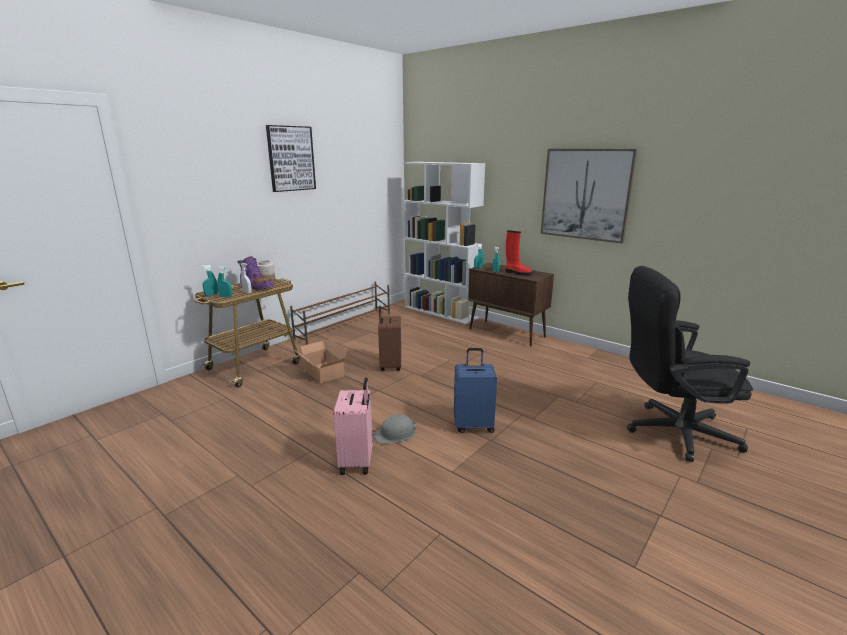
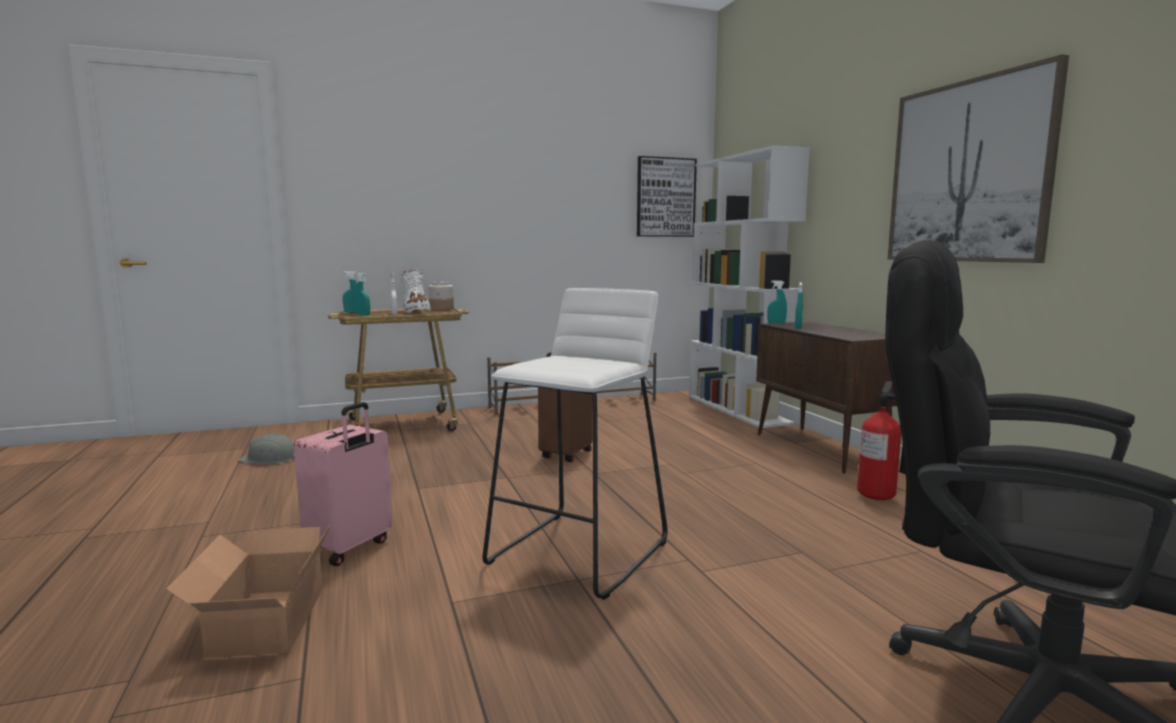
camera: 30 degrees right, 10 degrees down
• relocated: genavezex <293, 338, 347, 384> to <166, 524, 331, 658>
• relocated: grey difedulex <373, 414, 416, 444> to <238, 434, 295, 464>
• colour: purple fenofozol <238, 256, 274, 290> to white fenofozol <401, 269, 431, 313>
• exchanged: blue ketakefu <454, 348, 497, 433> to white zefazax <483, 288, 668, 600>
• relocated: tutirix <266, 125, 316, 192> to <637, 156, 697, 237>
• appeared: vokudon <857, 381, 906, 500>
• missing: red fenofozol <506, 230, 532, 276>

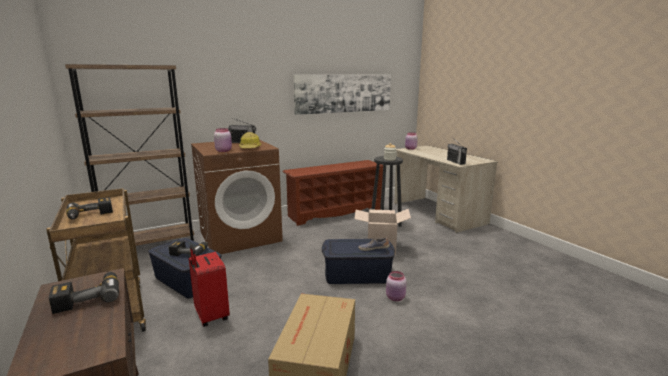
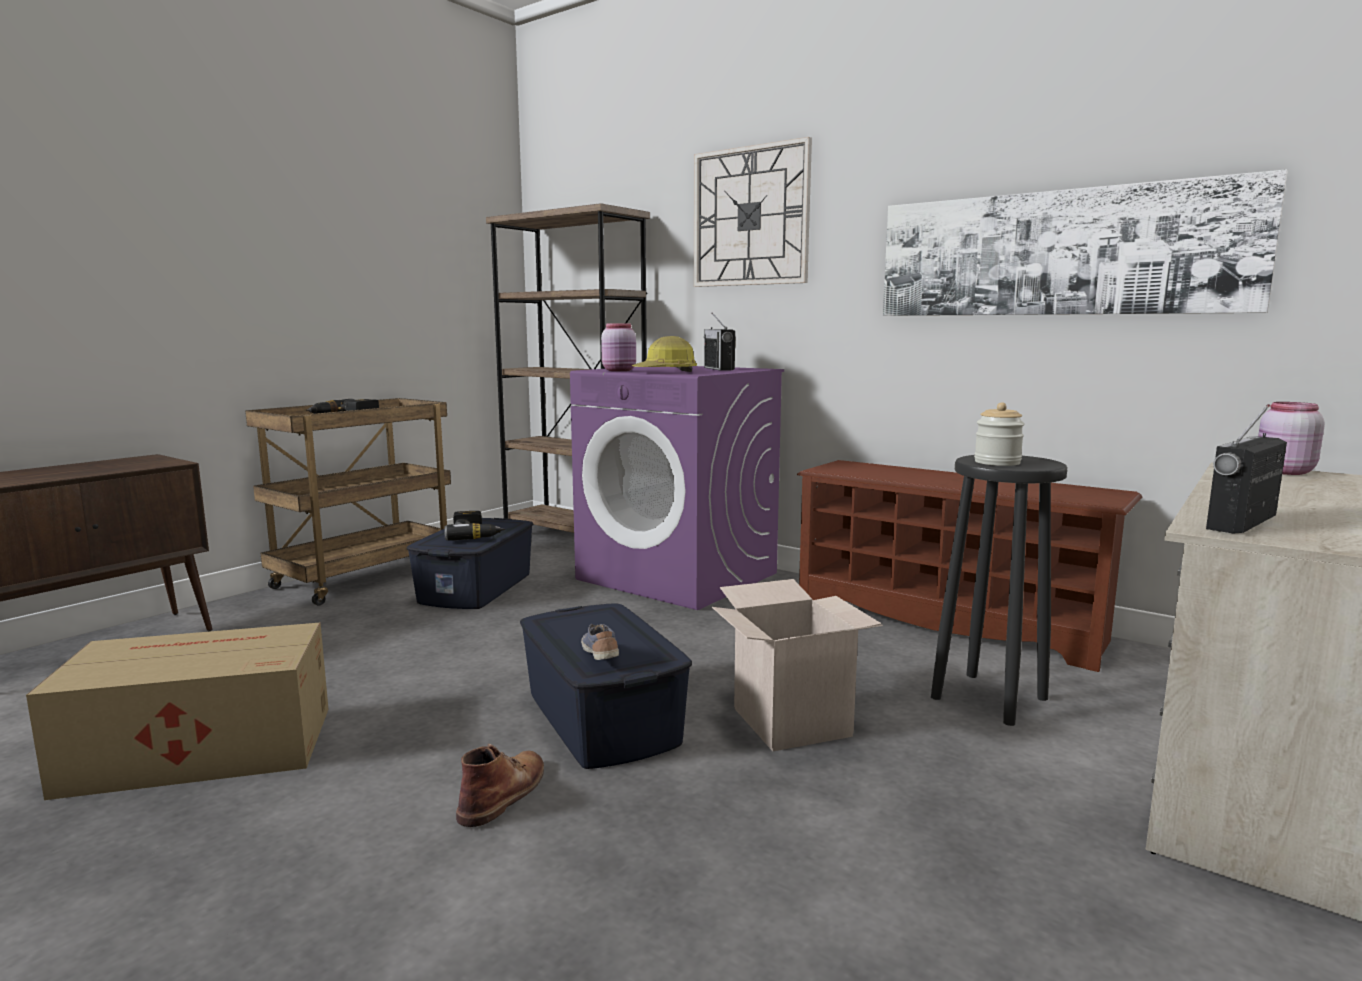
camera: 65 degrees right, 5 degrees down
• exchanged: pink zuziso <386, 271, 407, 301> to brown fenofozol <456, 744, 544, 827>
• colour: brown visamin <191, 140, 283, 254> to purple visamin <570, 366, 784, 610>
• appeared: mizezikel <694, 137, 812, 287>
• missing: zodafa <49, 272, 119, 314>
• missing: red ketakefu <189, 245, 230, 327>

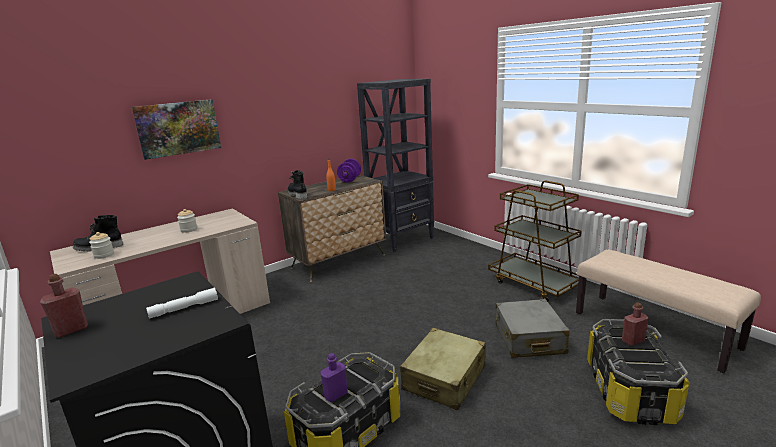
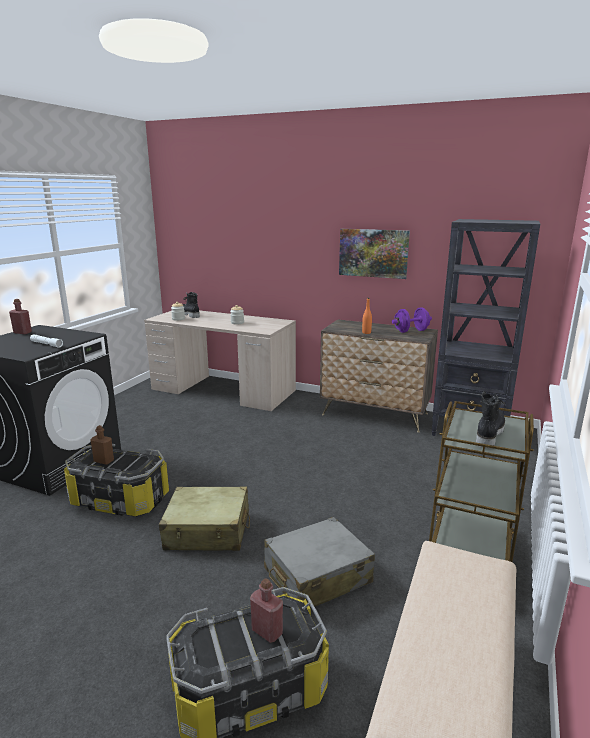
camera: 60 degrees right, 0 degrees up
• colour: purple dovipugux <320, 353, 348, 402> to brown dovipugux <90, 425, 114, 465>
• relocated: tutirix <132, 99, 221, 160> to <339, 229, 410, 279>
• relocated: black fenofozol <288, 170, 307, 199> to <476, 391, 505, 449>

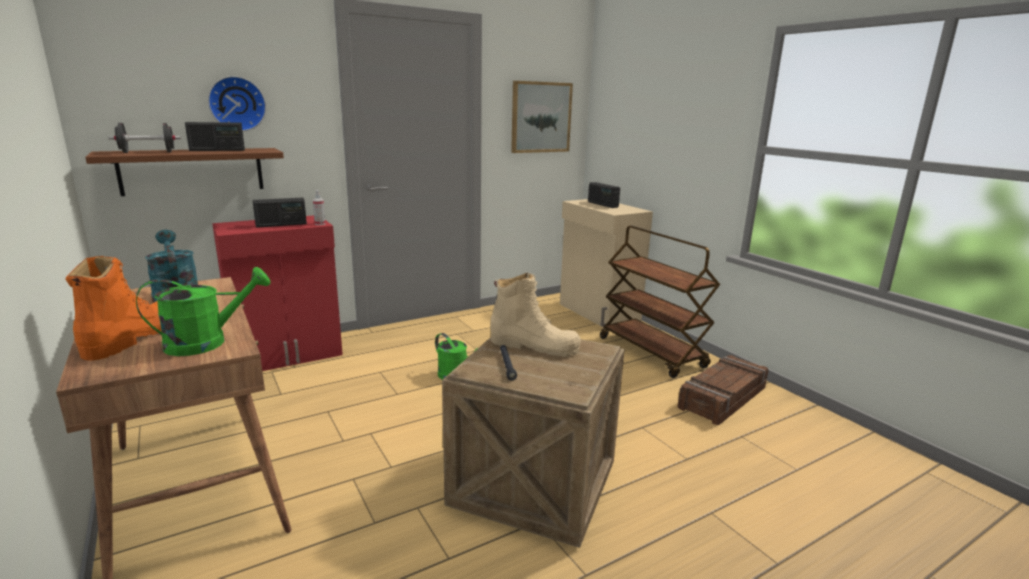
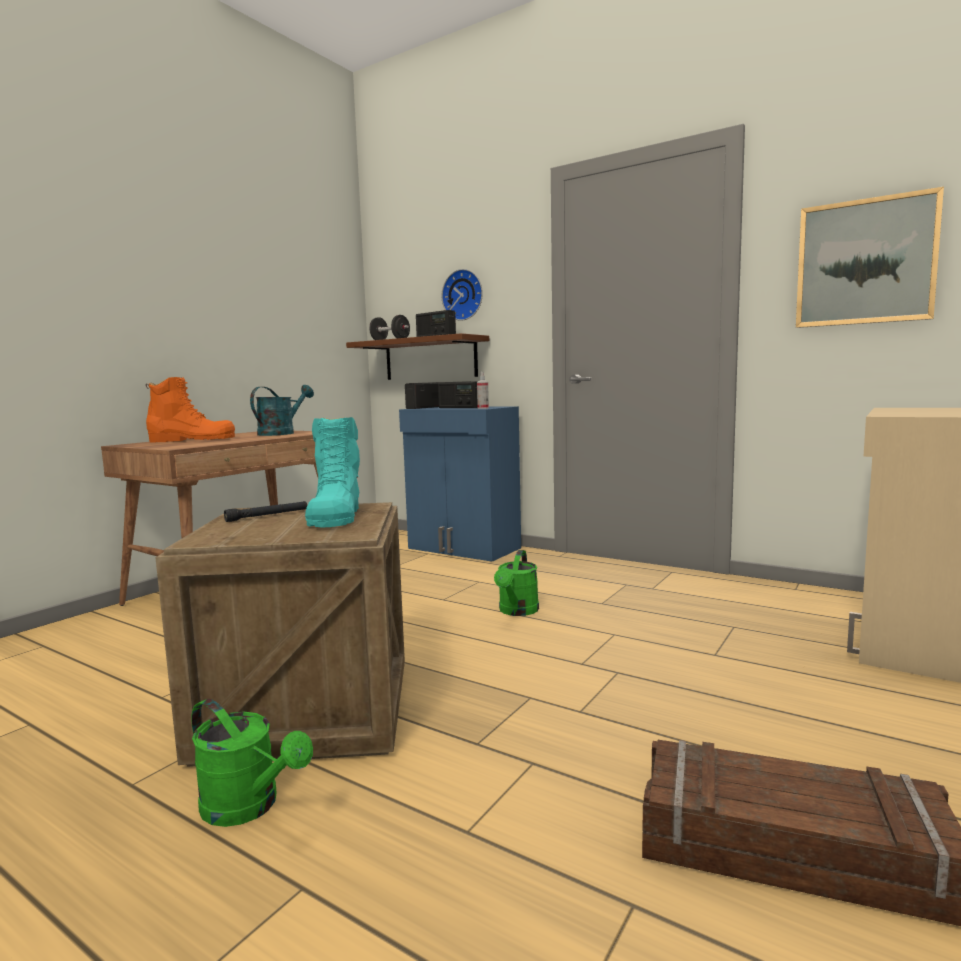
camera: 65 degrees right, 10 degrees down
• relocated: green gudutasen <136, 267, 270, 356> to <191, 699, 313, 827>
• colour: beige fenofozol <491, 273, 581, 357> to turquoise fenofozol <305, 417, 360, 528>
• colour: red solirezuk <212, 215, 343, 371> to blue solirezuk <399, 406, 521, 562>
• relocated: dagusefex <588, 182, 620, 208> to <405, 382, 439, 409>
• missing: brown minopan <600, 226, 720, 378>

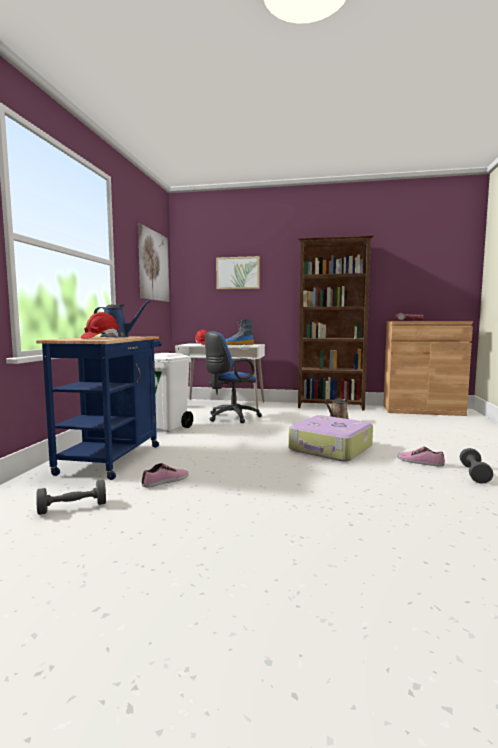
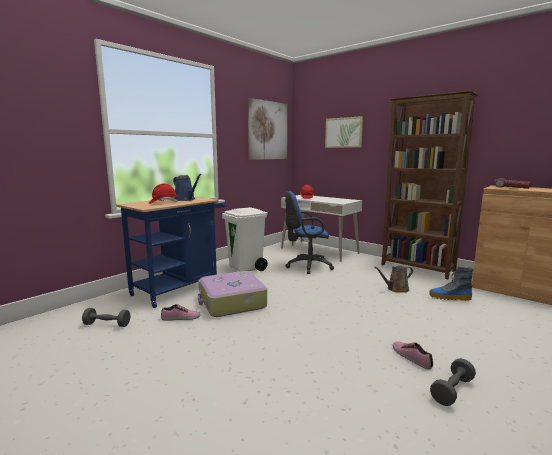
camera: 30 degrees right, 5 degrees up
• relocated: ketakefu <289, 415, 373, 462> to <198, 271, 267, 317>
• relocated: fenofozol <225, 319, 254, 345> to <429, 267, 474, 301>

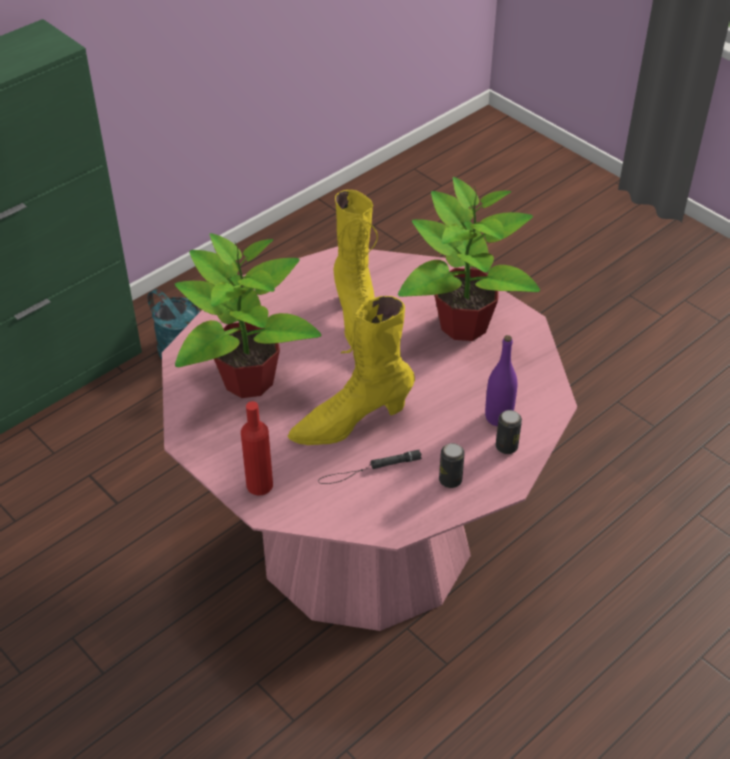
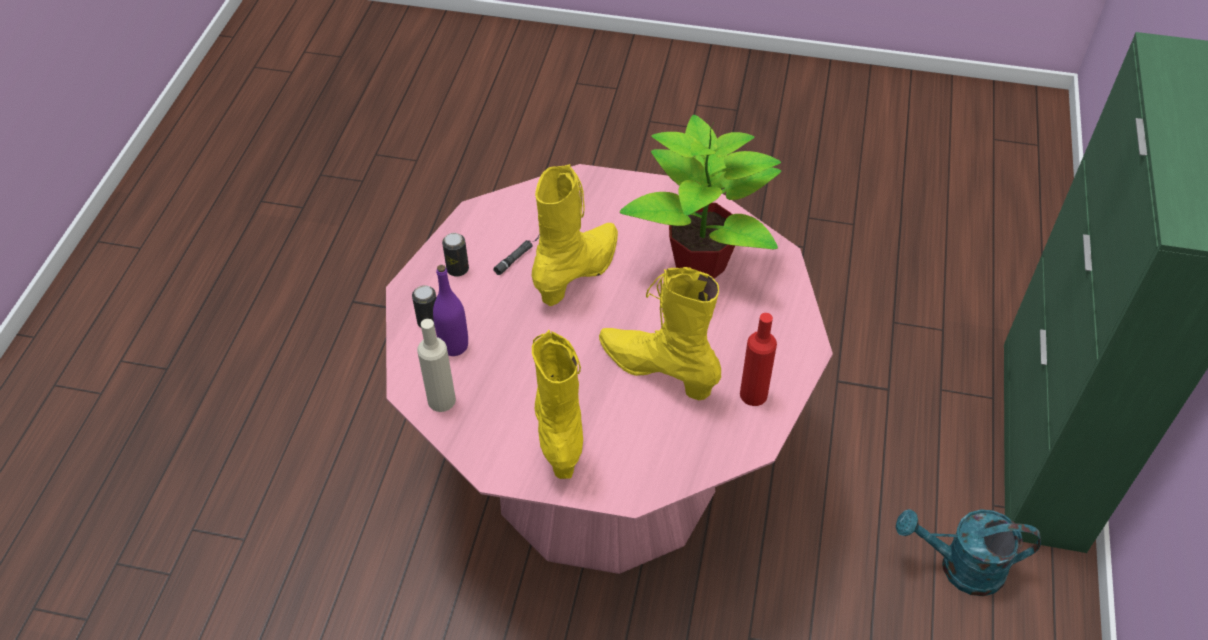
camera: 145 degrees right, 5 degrees up
• appeared: beige dovipugux <417, 319, 456, 412>
• exchanged: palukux <398, 177, 540, 341> to yellow fenofozol <532, 330, 583, 479>
• relocated: red dovipugux <241, 401, 273, 495> to <740, 313, 777, 406>

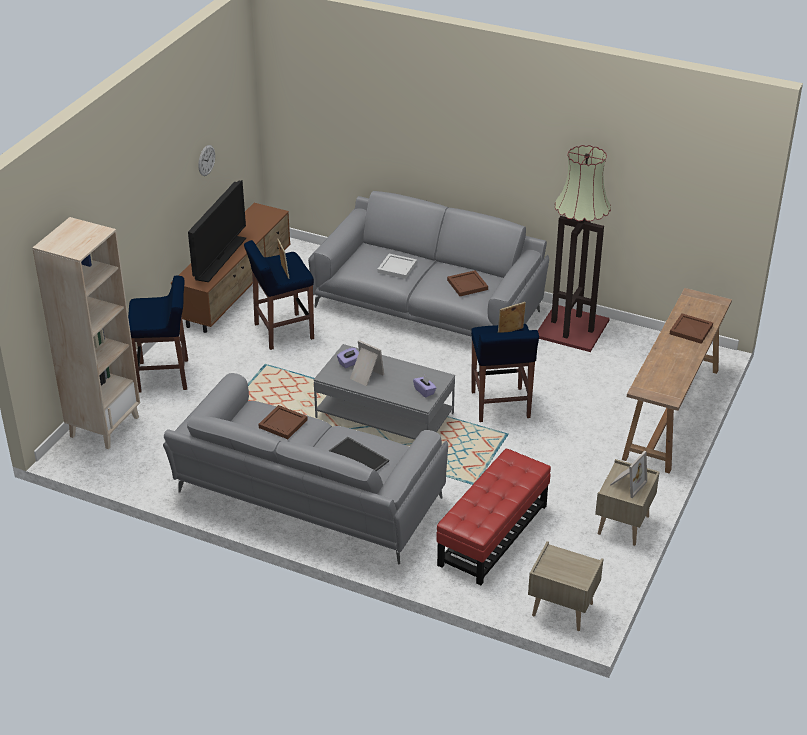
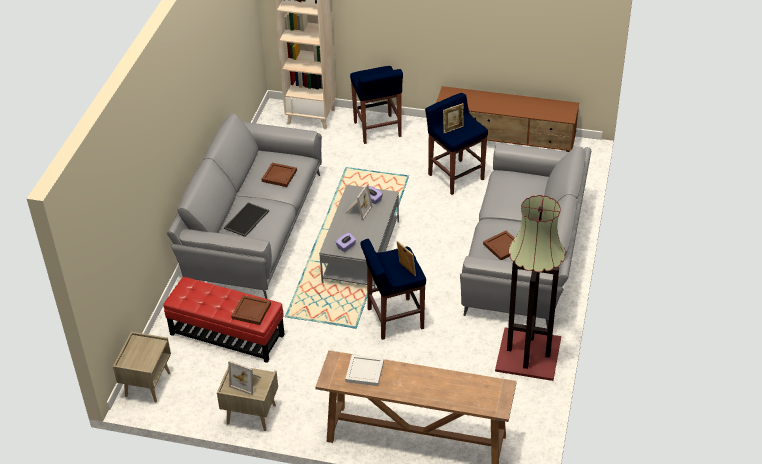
camera: 80 degrees right, 5 degrees up
• relocated: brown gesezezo <670, 314, 713, 344> to <231, 295, 271, 325>
• relocated: white gesezezo <377, 254, 417, 279> to <345, 355, 384, 386>
• missing: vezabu <188, 180, 246, 282>
• missing: mizezikel <198, 145, 215, 176>

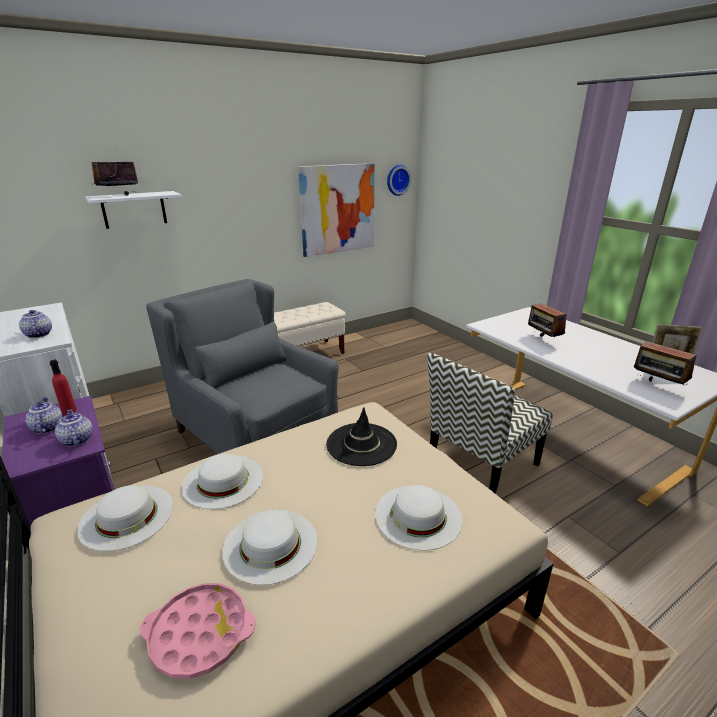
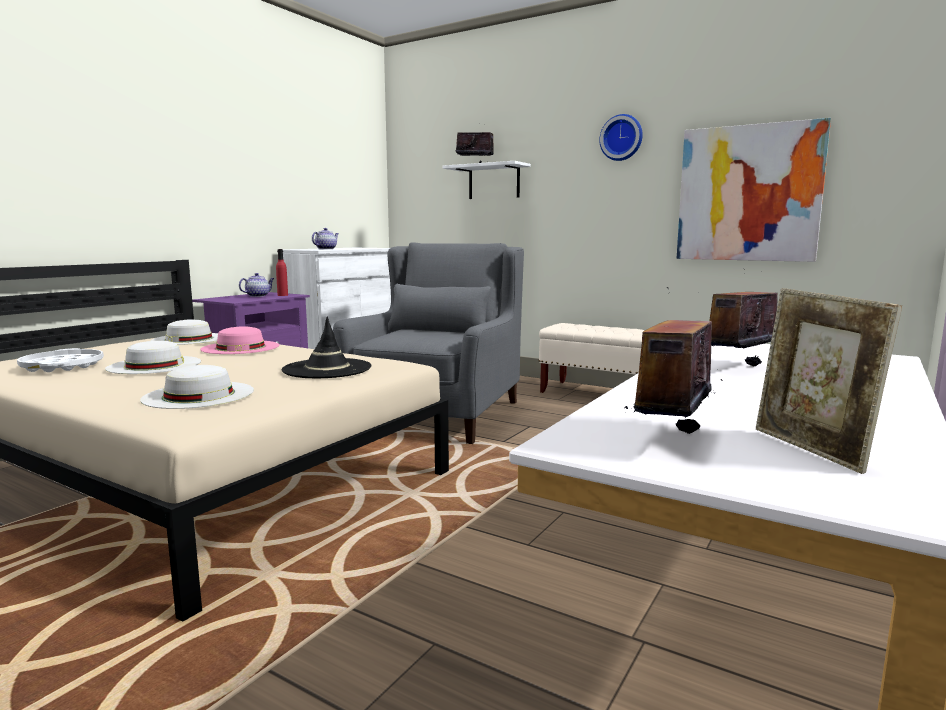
camera: 65 degrees right, 15 degrees down
• colour: pink gesezezo <139, 583, 256, 679> to white gesezezo <17, 348, 104, 372>
• colour: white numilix <182, 453, 263, 509> to pink numilix <200, 327, 280, 354>
• relocated: mizezikel <387, 165, 411, 196> to <599, 114, 643, 161>
• missing: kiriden <55, 409, 93, 447>
• missing: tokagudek <427, 353, 553, 494>

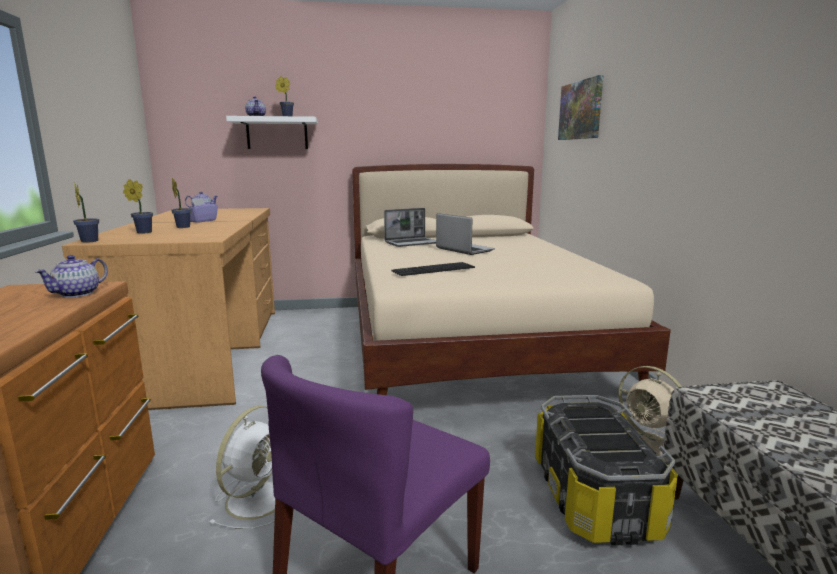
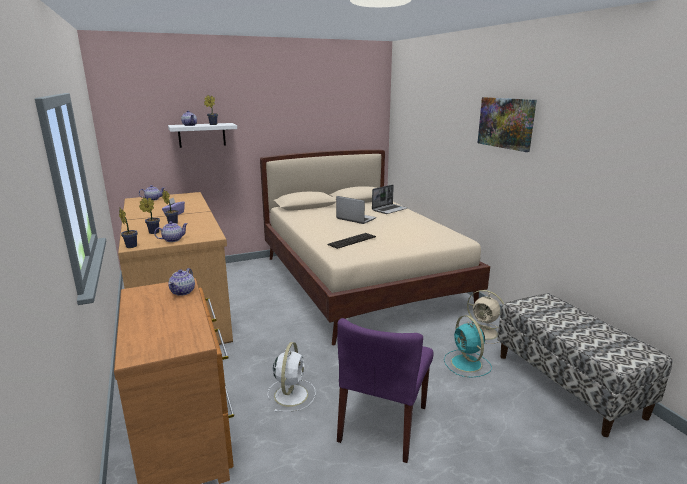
camera: 15 degrees left, 5 degrees up
• appeared: kiriden <154, 221, 188, 242>
• relocated: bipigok <384, 208, 436, 247> to <372, 185, 408, 214>
• exchanged: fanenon <535, 395, 678, 545> to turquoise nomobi <444, 315, 492, 378>
• relocated: tutirix <558, 75, 603, 140> to <478, 97, 537, 152>

